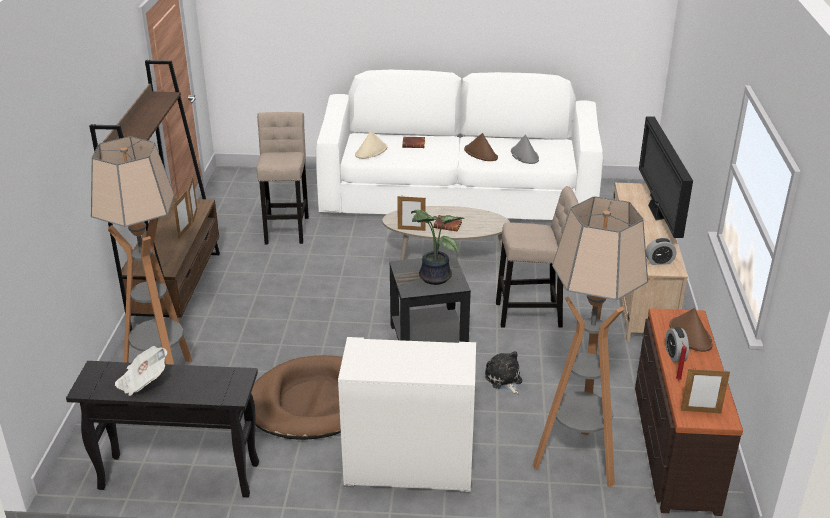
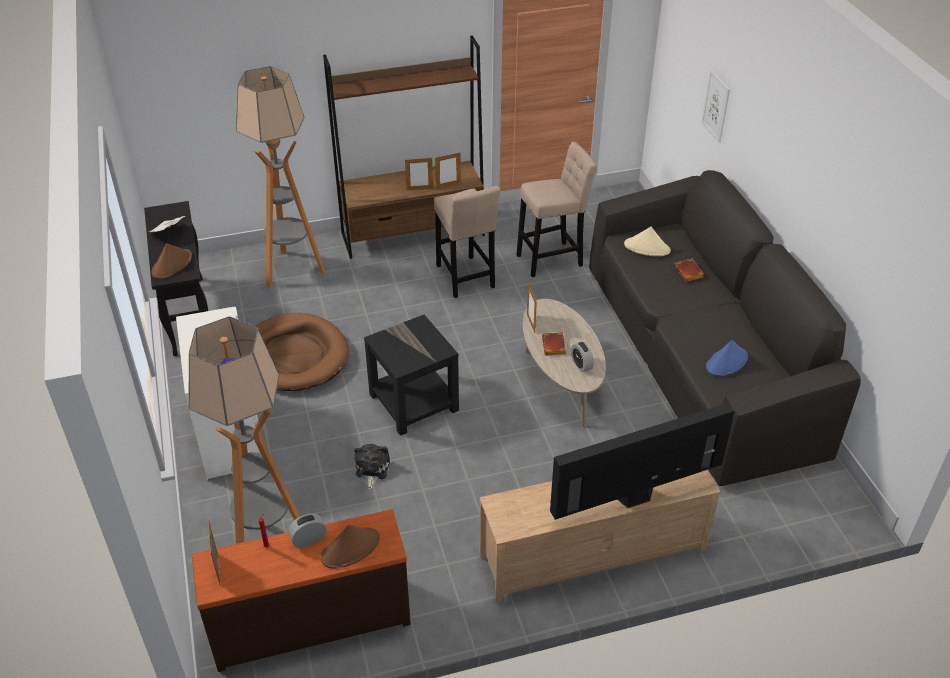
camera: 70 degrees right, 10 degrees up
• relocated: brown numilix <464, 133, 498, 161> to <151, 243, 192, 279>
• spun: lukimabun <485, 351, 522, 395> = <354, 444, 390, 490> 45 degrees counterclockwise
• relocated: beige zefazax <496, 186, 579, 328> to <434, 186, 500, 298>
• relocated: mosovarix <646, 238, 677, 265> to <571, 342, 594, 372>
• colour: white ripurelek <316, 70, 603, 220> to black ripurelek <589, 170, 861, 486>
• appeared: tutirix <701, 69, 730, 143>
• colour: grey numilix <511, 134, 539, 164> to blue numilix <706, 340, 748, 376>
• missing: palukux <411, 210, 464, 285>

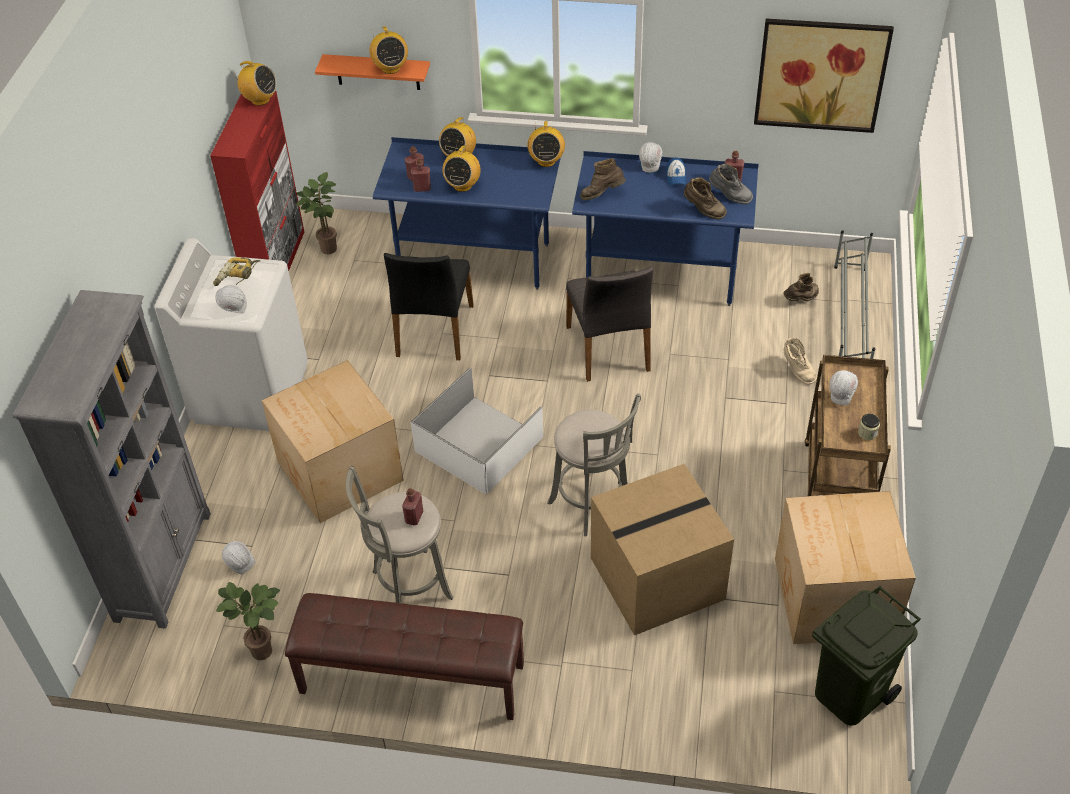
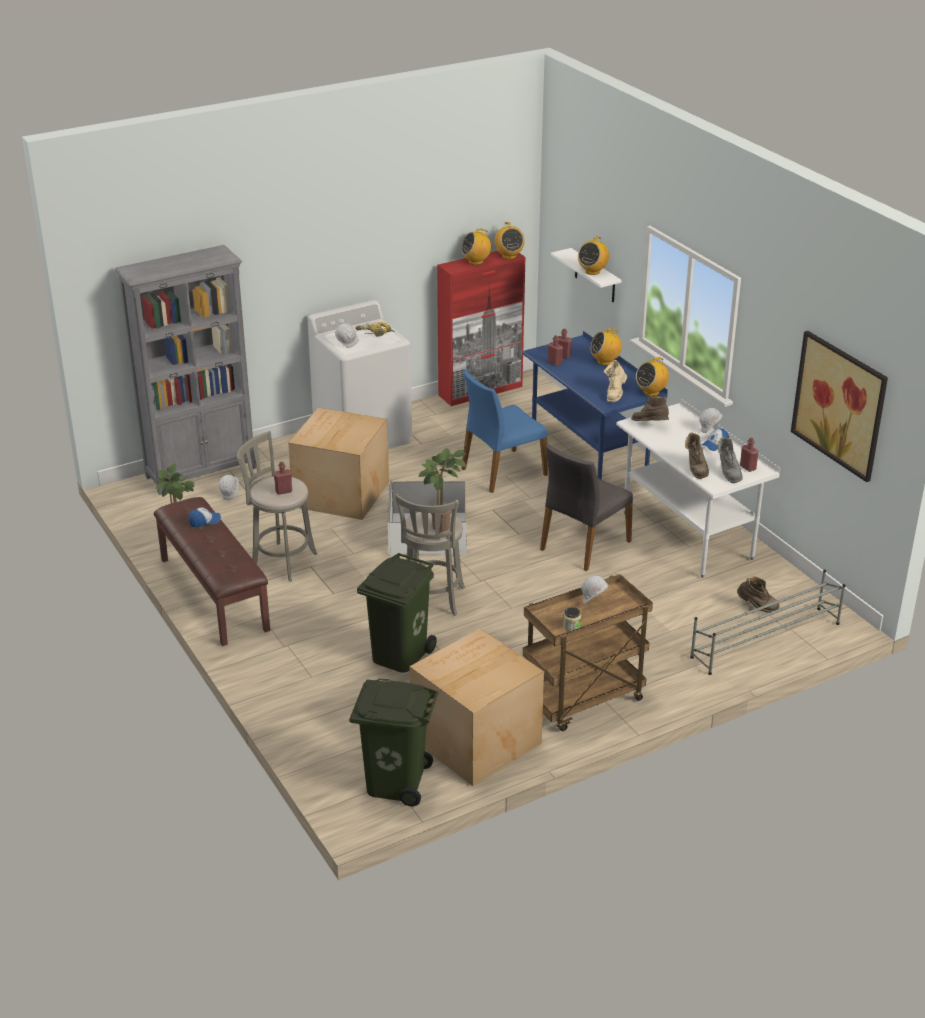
camera: 50 degrees right, 15 degrees down
• appeared: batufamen <189, 508, 221, 528>
• exchanged: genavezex <591, 464, 734, 636> to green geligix <357, 553, 437, 673>
• relocated: palukux <296, 172, 337, 254> to <419, 448, 466, 532>
• relocated: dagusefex <442, 144, 481, 192> to <461, 229, 491, 265>
• colour: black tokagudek <384, 253, 474, 360> to blue tokagudek <461, 369, 548, 493>
• colour: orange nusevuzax <315, 54, 430, 90> to white nusevuzax <551, 248, 622, 302>
• relocated: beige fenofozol <783, 338, 817, 385> to <604, 360, 627, 402>
• colour: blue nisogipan <572, 151, 759, 306> to white nisogipan <616, 398, 780, 578>

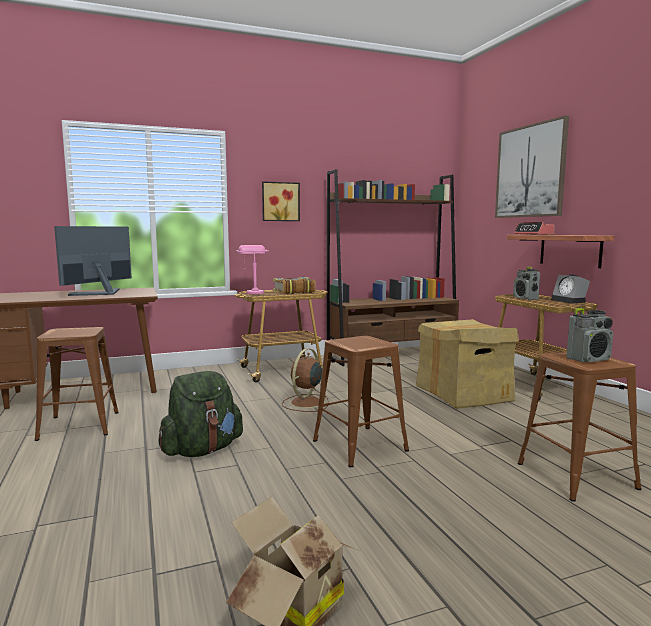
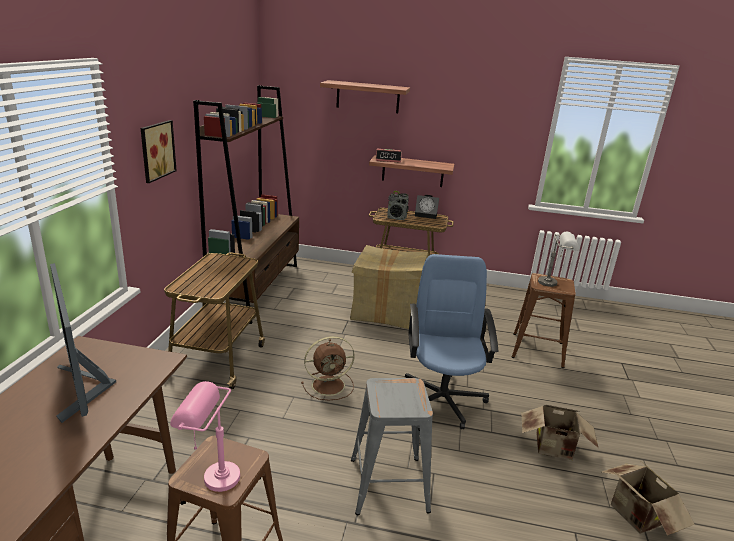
camera: 60 degrees left, 15 degrees up
• relocated: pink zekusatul <236, 245, 269, 294> to <170, 381, 240, 492>
• spun: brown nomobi <282, 348, 328, 412> = <301, 336, 355, 401> 75 degrees counterclockwise
• exchanged: tutirix <495, 115, 569, 218> to nusevuzax <320, 80, 410, 113>
• exchanged: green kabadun <158, 371, 243, 457> to grey zefazax <351, 378, 433, 515>
• exchanged: brown zefazax <313, 336, 409, 467> to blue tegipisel <405, 254, 499, 429>
• appeared: genavezex <521, 405, 598, 460>
• exchanged: dagusefex <567, 308, 613, 362> to grey zekusatul <538, 232, 579, 287>
• missing: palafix <273, 277, 316, 294>

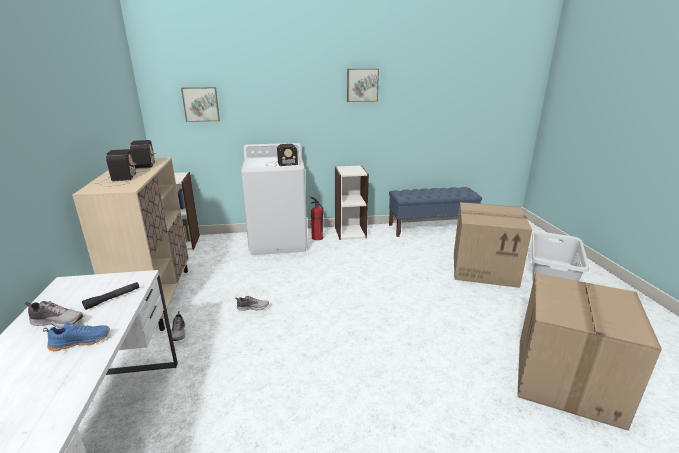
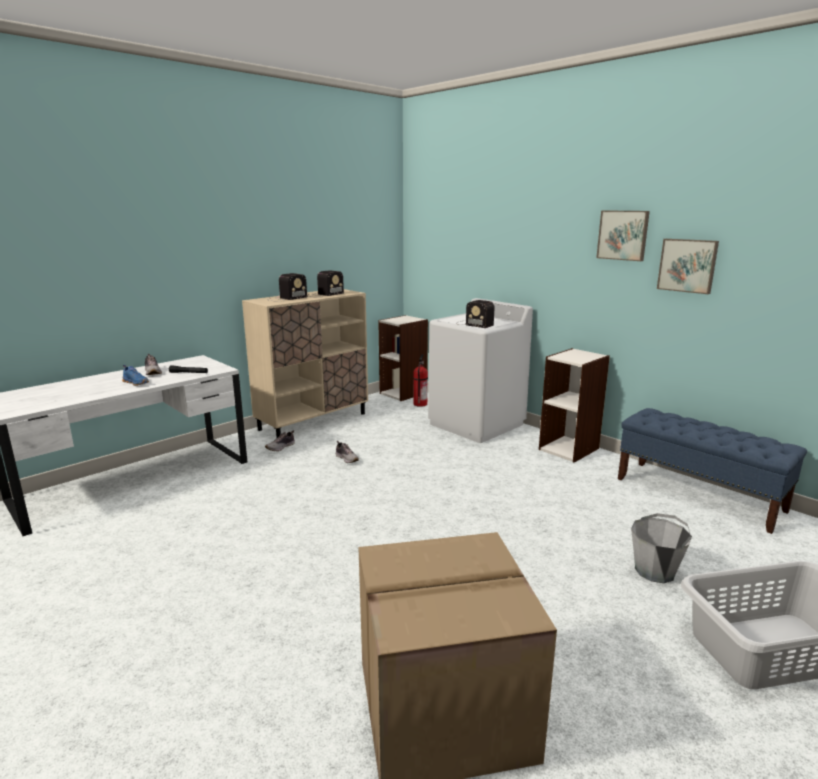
camera: 55 degrees right, 5 degrees down
• relocated: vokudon <310, 197, 324, 240> to <413, 354, 428, 407>
• exchanged: genavezex <454, 202, 532, 288> to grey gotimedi <631, 513, 692, 583>
• relocated: tutirix <181, 87, 220, 122> to <657, 239, 719, 294>

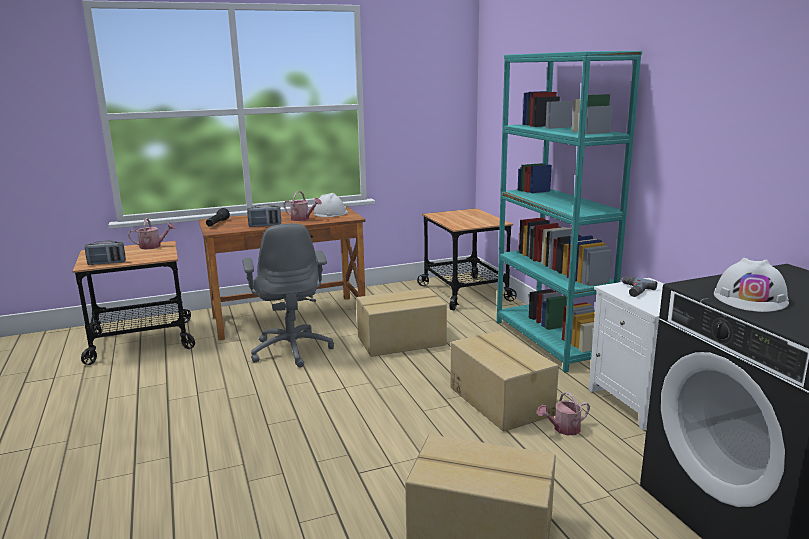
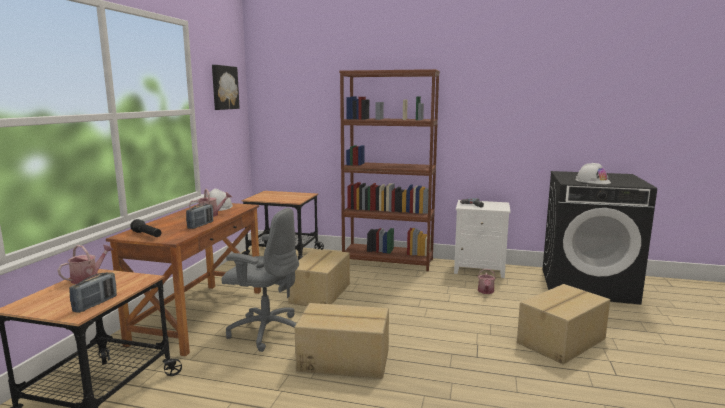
camera: 55 degrees left, 5 degrees down
• appeared: tutirix <212, 65, 240, 110>
• relocated: genavezex <451, 330, 559, 432> to <294, 303, 389, 379>
• colour: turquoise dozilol <497, 51, 642, 372> to brown dozilol <340, 69, 440, 271>

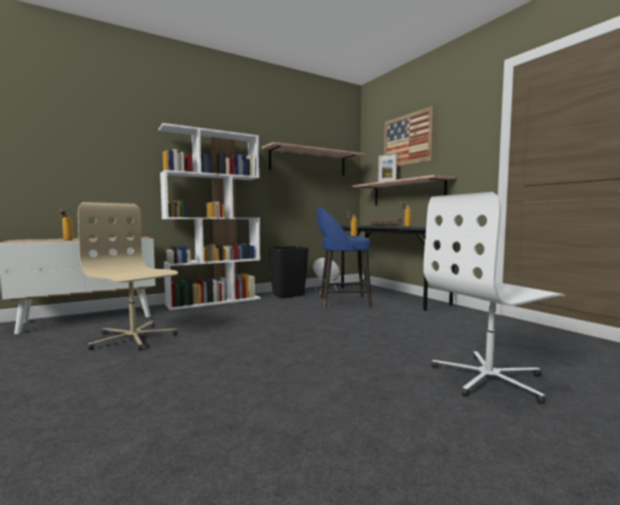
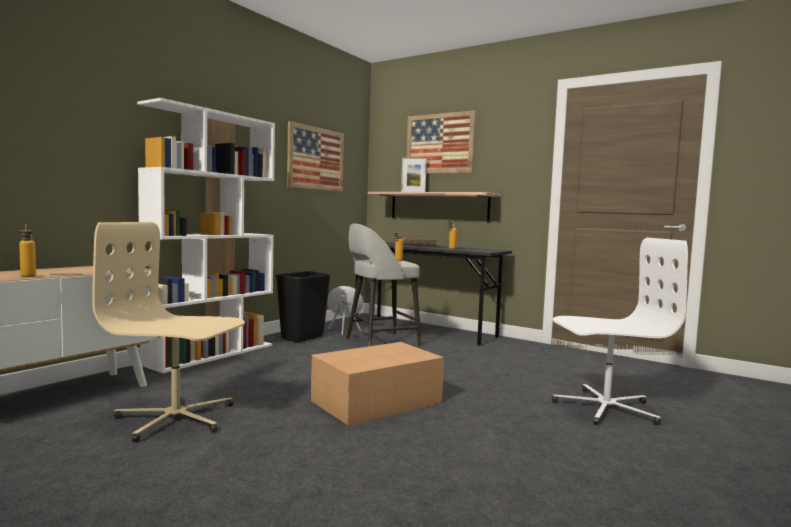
camera: 25 degrees left, 0 degrees up
• exchanged: nusevuzax <261, 142, 365, 176> to tutirix <287, 121, 344, 192>
• appeared: genavezex <311, 342, 444, 426>
• colour: blue zefazax <317, 207, 372, 308> to grey zefazax <347, 224, 421, 347>
• spun: white tegipisel <423, 192, 566, 404> = <552, 238, 688, 425> 135 degrees counterclockwise

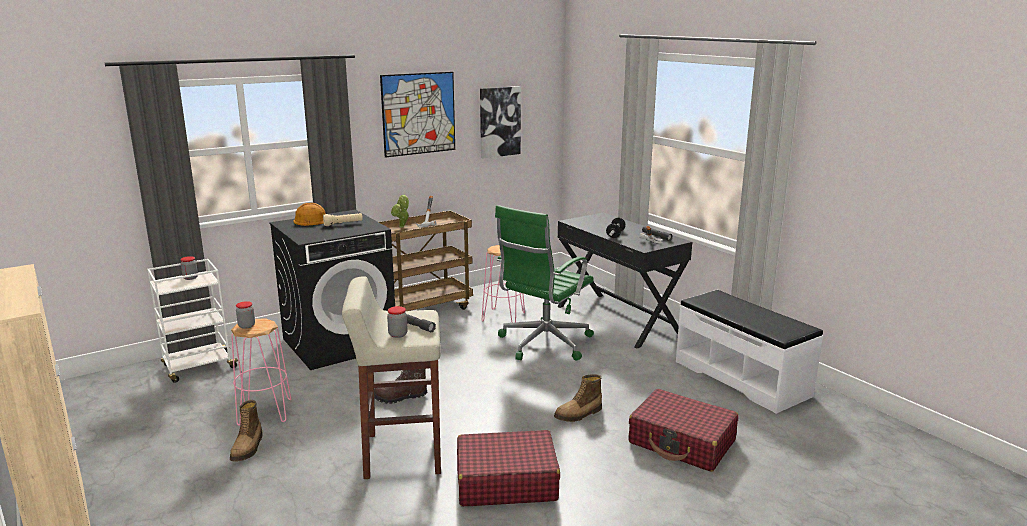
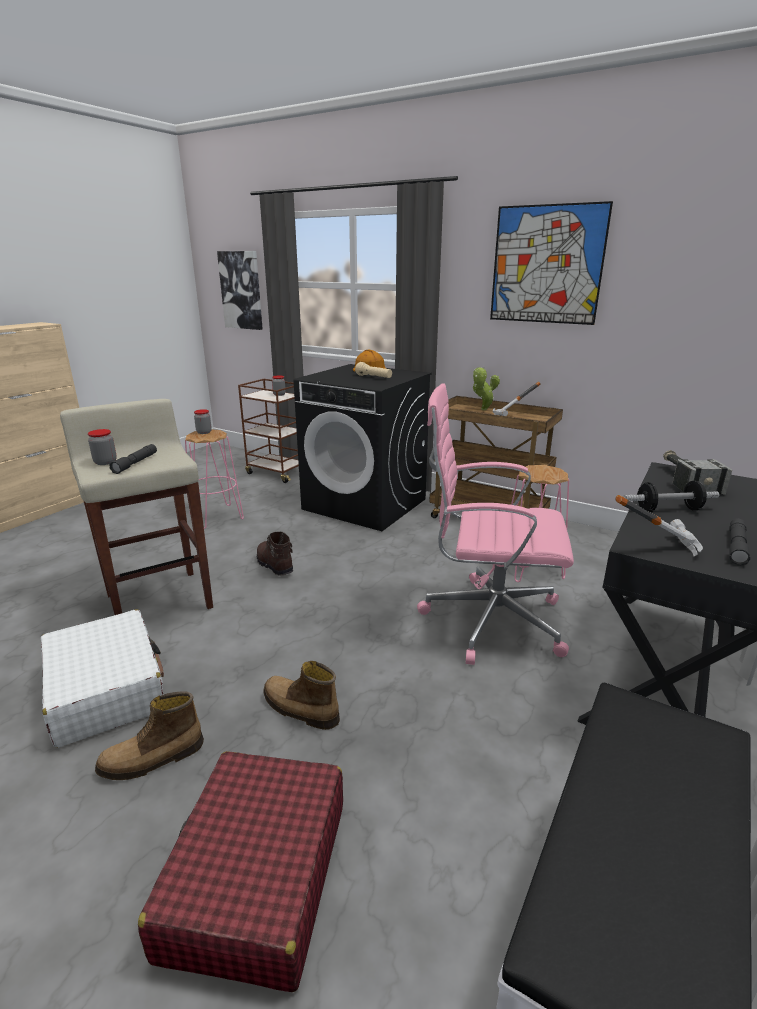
camera: 65 degrees right, 5 degrees up
• colour: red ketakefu <457, 430, 560, 506> to white ketakefu <41, 609, 164, 748>
• relocated: fenofozol <230, 400, 263, 462> to <95, 691, 204, 780>
• relocated: tutirix <480, 86, 521, 158> to <217, 251, 263, 330>
• colour: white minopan <147, 259, 238, 383> to brown minopan <238, 379, 299, 483>
• colour: green tegipisel <495, 205, 594, 361> to pink tegipisel <417, 383, 574, 665>
• appeared: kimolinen <663, 450, 732, 495>

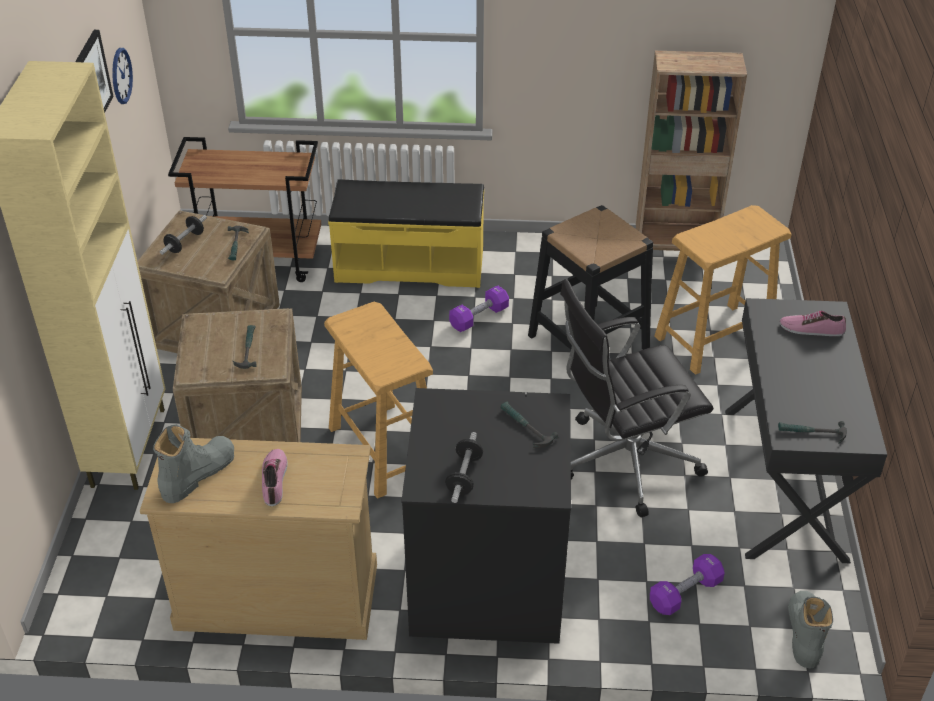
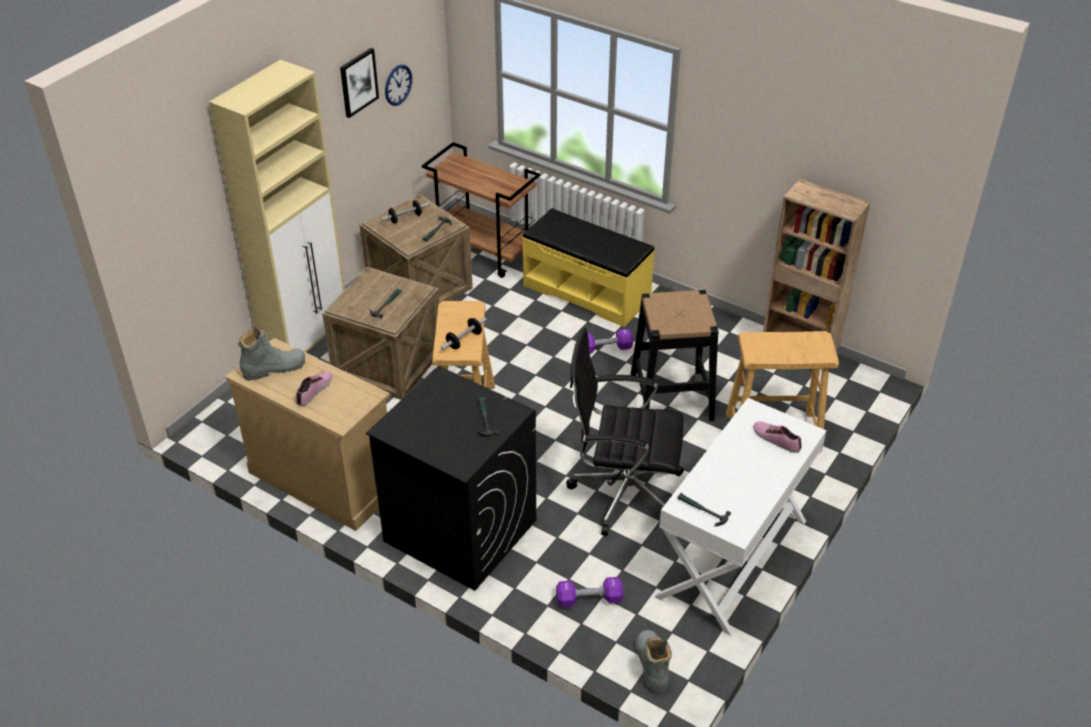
camera: 30 degrees right, 0 degrees up
• relocated: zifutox <445, 432, 483, 503> to <441, 317, 487, 350>
• spun: grey fenofozol <788, 591, 833, 669> = <635, 630, 672, 695> 45 degrees counterclockwise
• colour: black nisogipan <725, 298, 887, 564> to white nisogipan <654, 398, 826, 636>

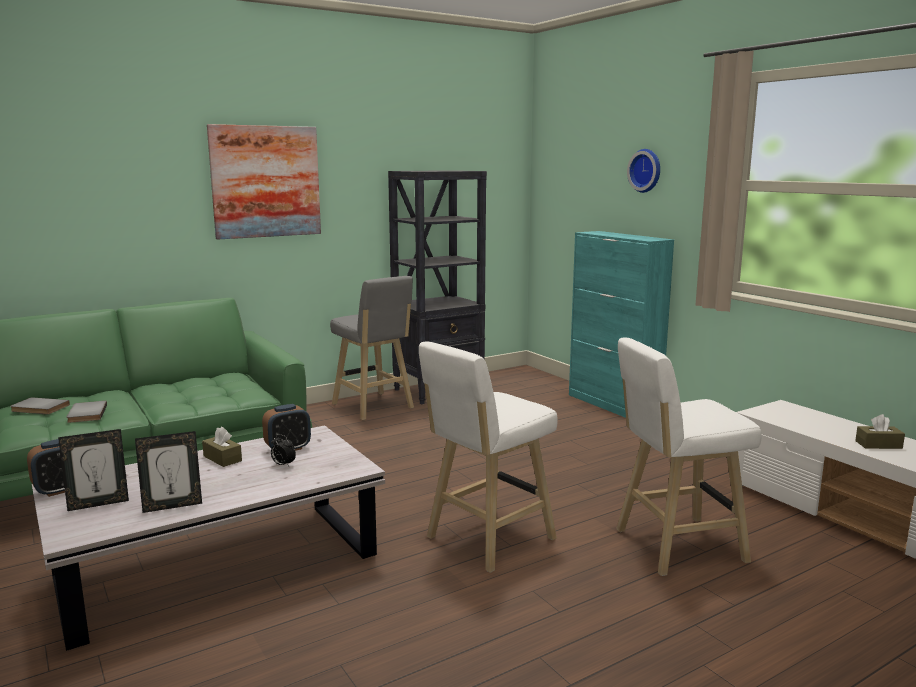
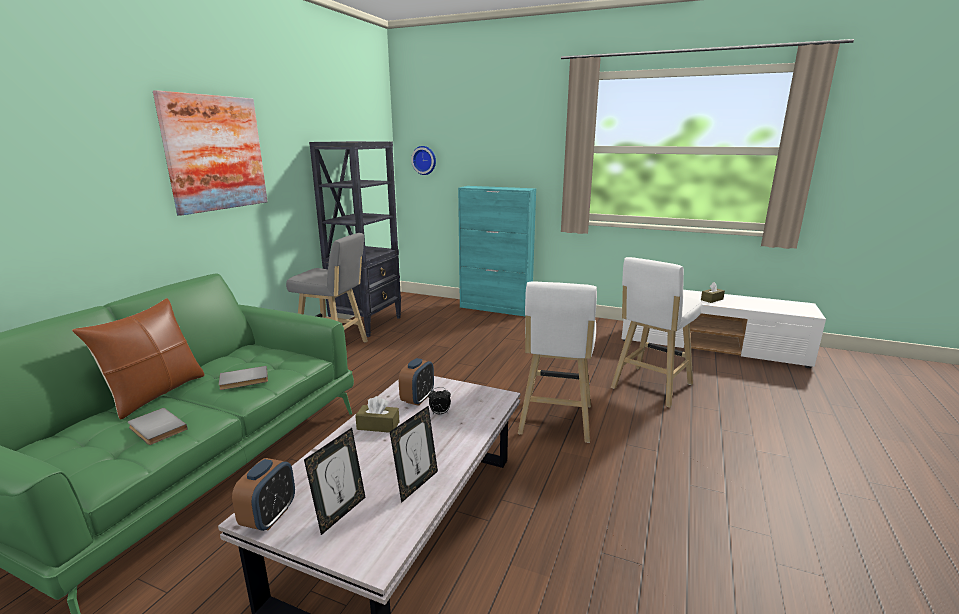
camera: 35 degrees left, 5 degrees up
• appeared: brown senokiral <72, 298, 205, 419>
• relocated: grey palafix <10, 397, 70, 414> to <219, 366, 268, 390>
• relocated: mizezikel <627, 149, 660, 193> to <411, 146, 436, 175>

